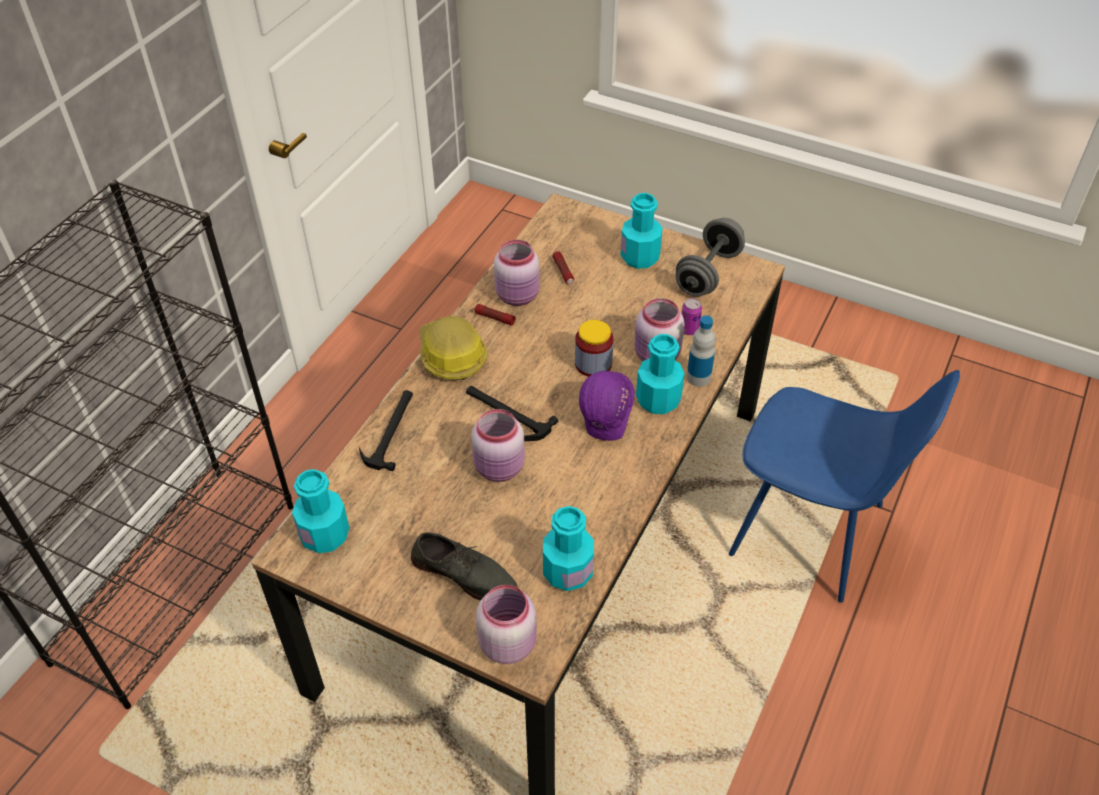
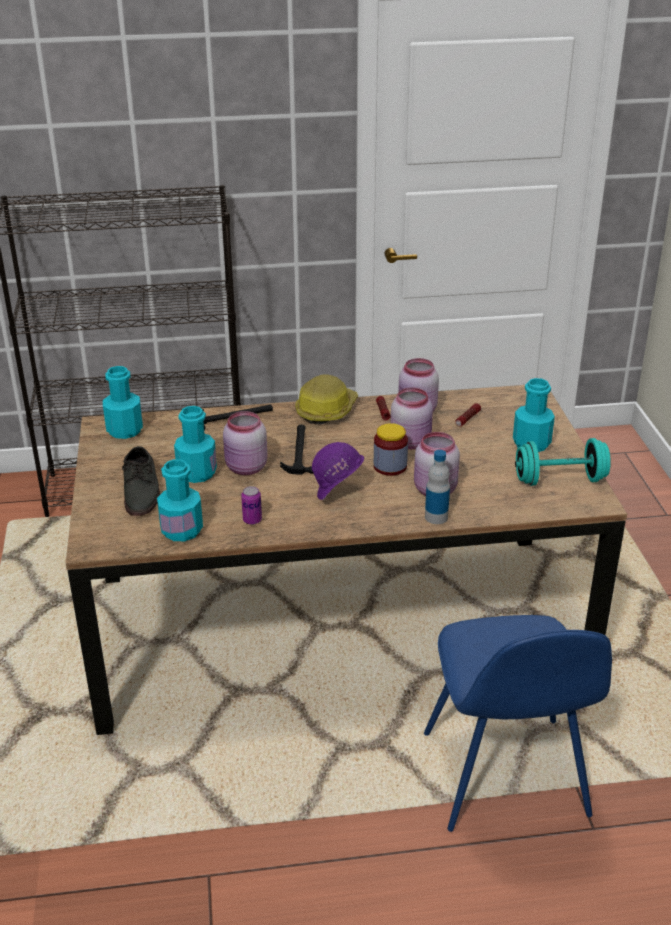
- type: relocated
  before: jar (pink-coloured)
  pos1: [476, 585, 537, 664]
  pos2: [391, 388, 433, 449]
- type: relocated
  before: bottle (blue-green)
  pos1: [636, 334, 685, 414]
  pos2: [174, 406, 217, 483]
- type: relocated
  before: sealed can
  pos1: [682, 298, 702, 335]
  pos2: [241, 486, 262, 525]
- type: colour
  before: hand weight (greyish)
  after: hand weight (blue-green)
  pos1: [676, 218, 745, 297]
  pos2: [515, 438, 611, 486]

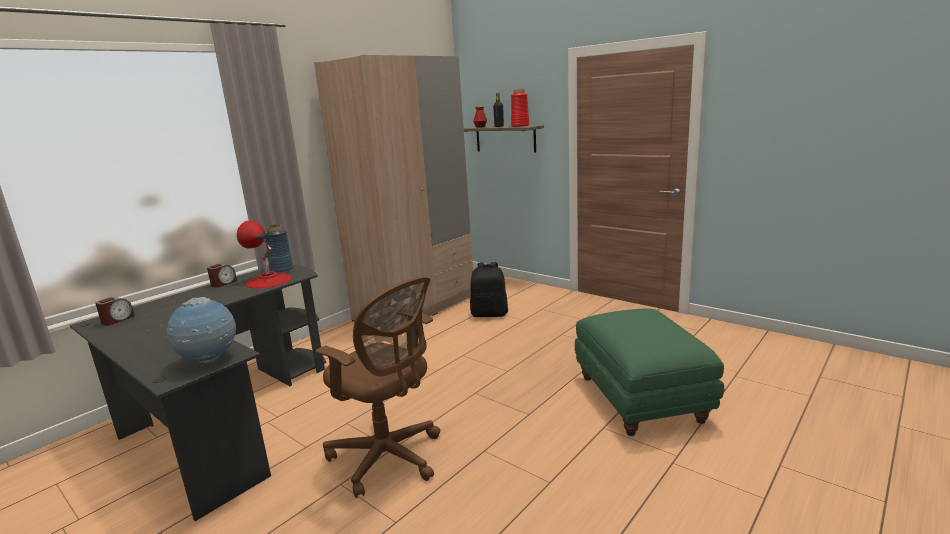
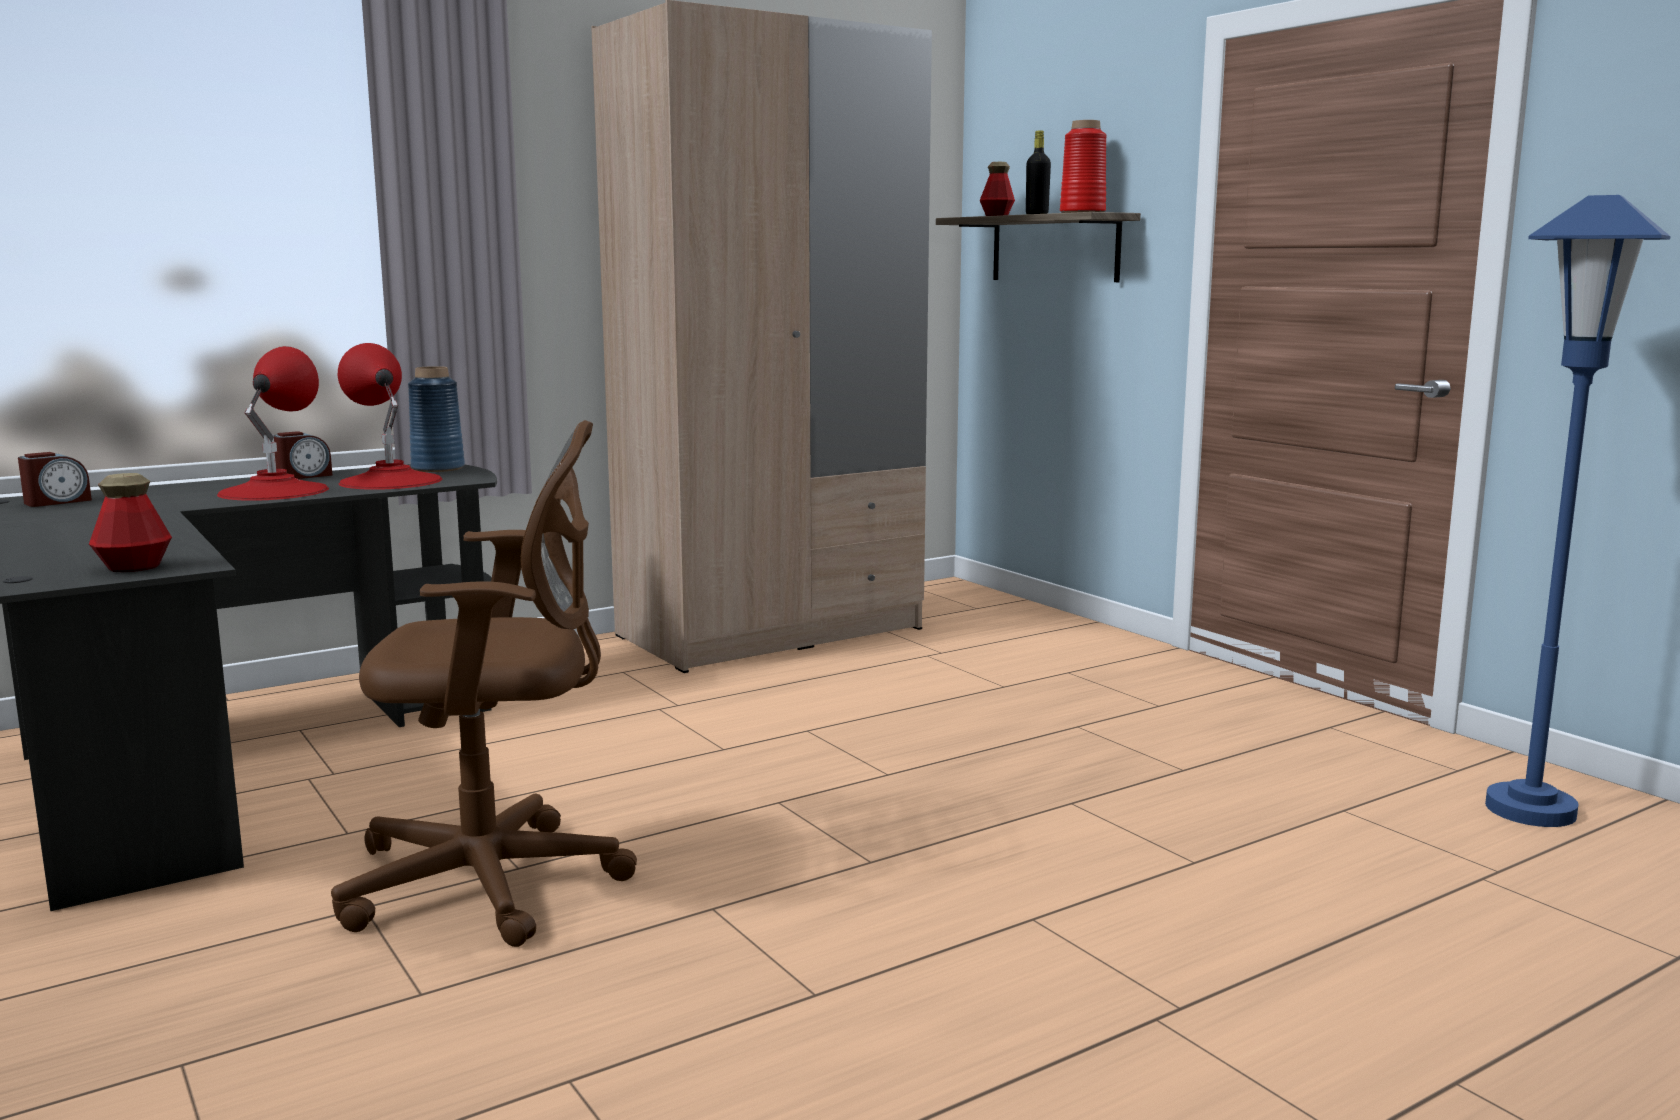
- type: missing
  before: backpack (black-coloured)
  pos1: [470, 262, 508, 317]
- type: missing
  before: footrest (green)
  pos1: [575, 308, 724, 436]
- type: appeared
  after: lamp for a table (reddish)
  pos2: [217, 346, 329, 501]
- type: appeared
  after: floor lamp (blue)
  pos2: [1485, 195, 1671, 827]
- type: exchanged
  before: world globe
  after: bottle
  pos1: [167, 297, 236, 364]
  pos2: [89, 473, 172, 572]
- type: spun
  before: office chair (brown)
  pos1: [316, 276, 440, 498]
  pos2: [331, 420, 637, 947]
  turn: -60

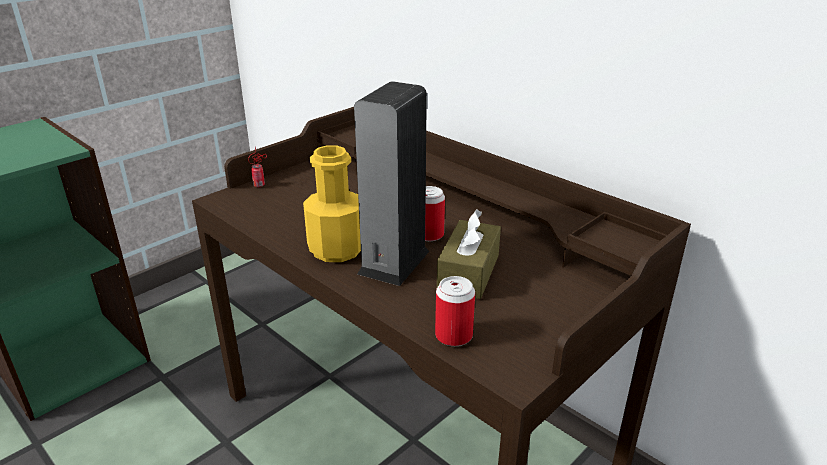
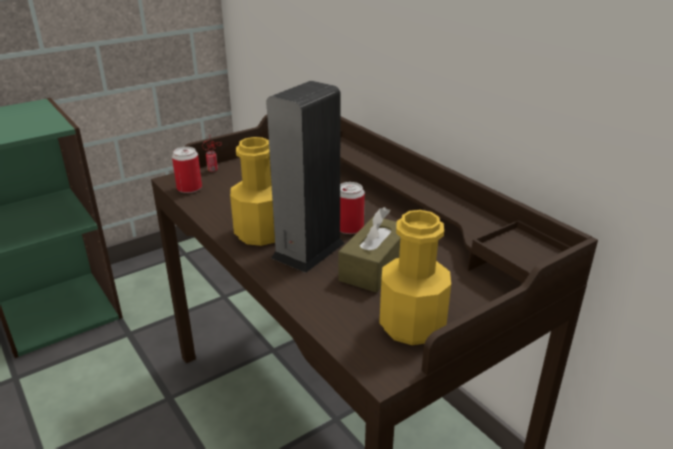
- type: appeared
  after: bottle (yellow)
  pos2: [379, 210, 451, 345]
- type: relocated
  before: sealed can
  pos1: [435, 276, 475, 346]
  pos2: [172, 147, 202, 193]

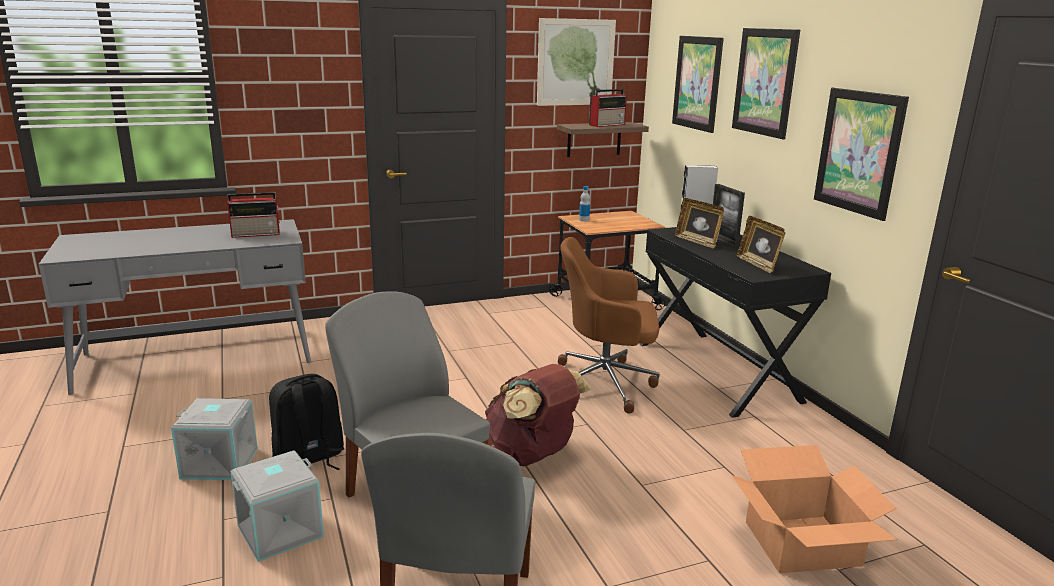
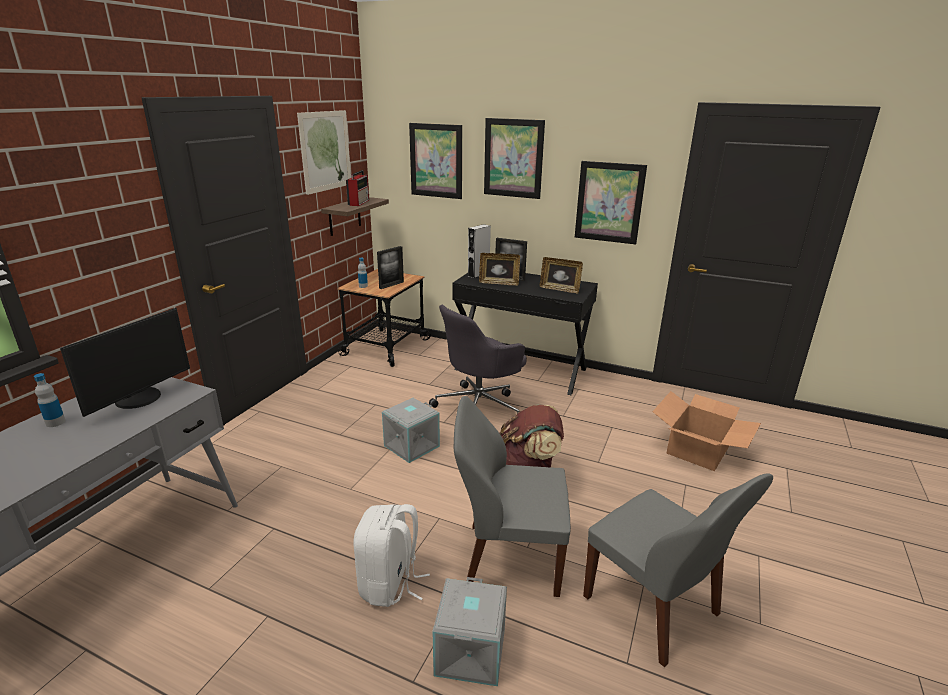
- type: appeared
  after: bottle
  pos2: [34, 373, 66, 427]
- type: appeared
  after: standing frame
  pos2: [377, 246, 404, 289]
- type: relocated
  before: storage bin (greyish)
  pos1: [171, 398, 258, 480]
  pos2: [382, 398, 440, 463]
- type: exchanged
  before: radio receiver
  after: monitor
  pos1: [227, 192, 280, 238]
  pos2: [60, 308, 190, 417]
- type: colour
  before: backpack (black-coloured)
  after: backpack (whitish)
  pos1: [269, 374, 344, 470]
  pos2: [354, 504, 430, 607]
- type: colour
  before: office chair (brown)
  after: office chair (greyish)
  pos1: [558, 237, 660, 414]
  pos2: [429, 305, 527, 413]

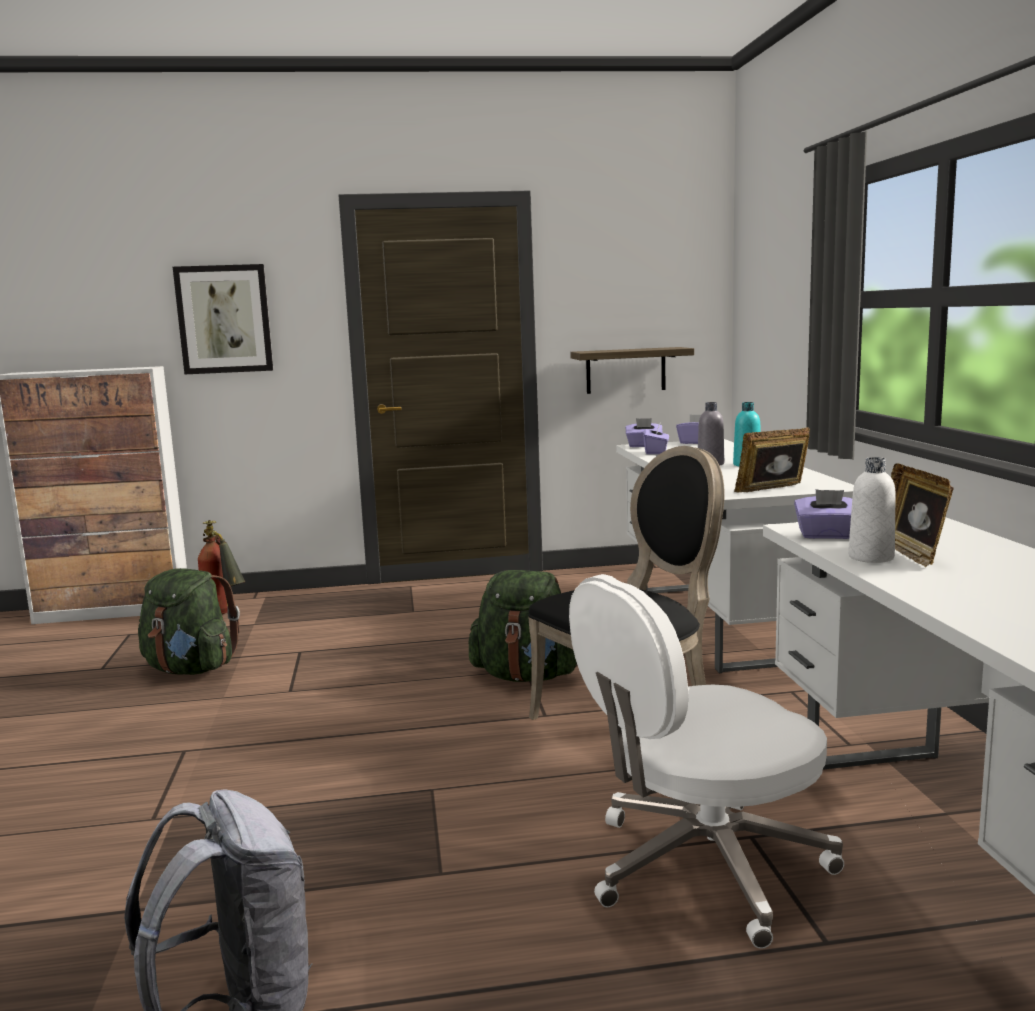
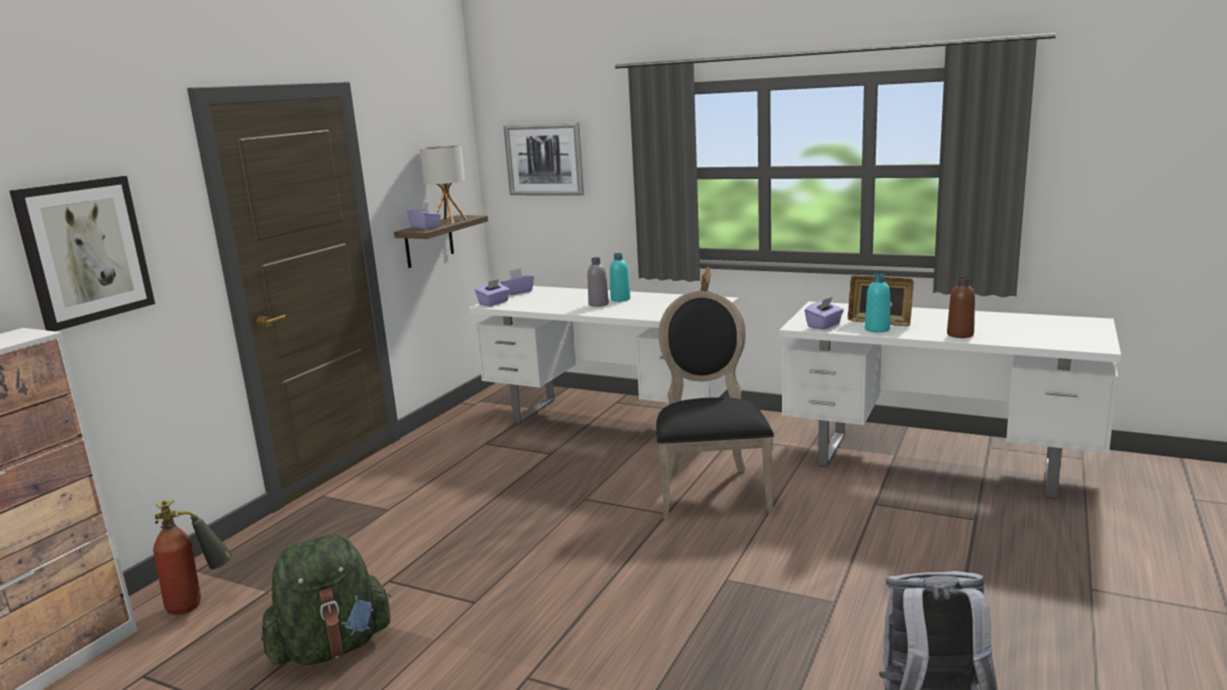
- type: missing
  before: backpack (green)
  pos1: [469, 570, 577, 682]
- type: missing
  before: office chair (whitish)
  pos1: [569, 574, 844, 949]
- type: appeared
  after: lamp for a table
  pos2: [420, 145, 467, 223]
- type: appeared
  after: picture
  pos2: [504, 122, 584, 196]
- type: appeared
  after: bottle (brown)
  pos2: [947, 277, 975, 338]
- type: relocated
  before: box of tissues (purple-coloured)
  pos1: [643, 422, 669, 454]
  pos2: [407, 202, 441, 229]
- type: colour
  before: bottle (whitish)
  after: bottle (blue-green)
  pos1: [848, 457, 896, 563]
  pos2: [865, 274, 890, 333]

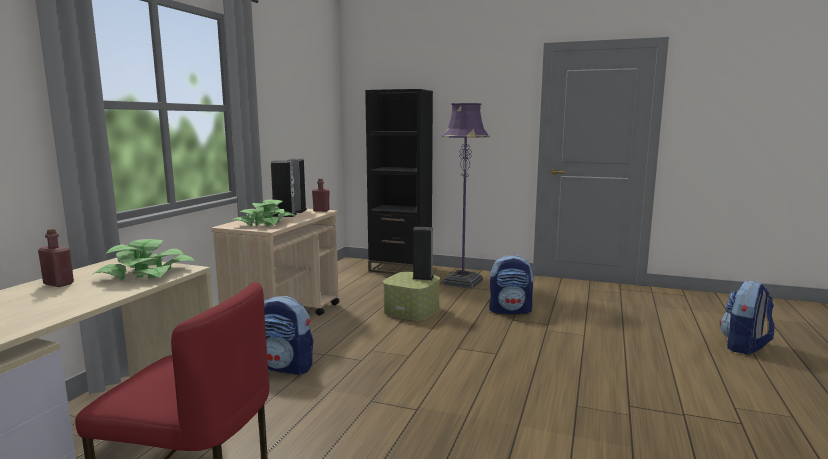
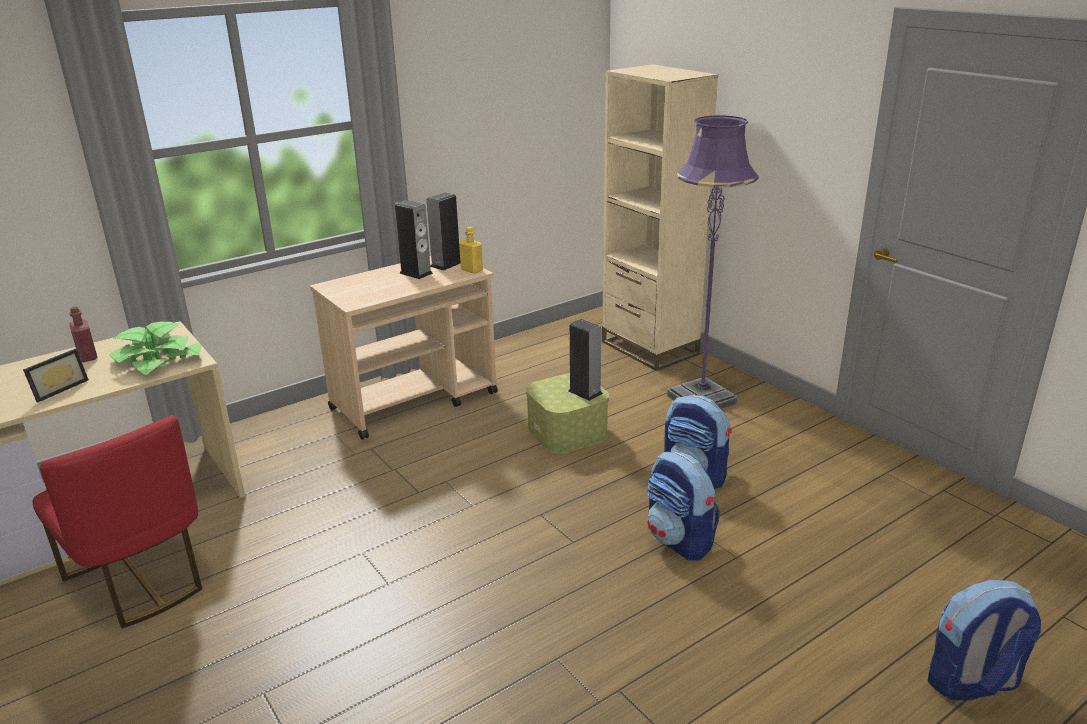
- type: missing
  before: potted plant
  pos1: [232, 199, 297, 226]
- type: appeared
  after: standing frame
  pos2: [23, 348, 89, 403]
- type: relocated
  before: backpack
  pos1: [264, 296, 313, 375]
  pos2: [647, 452, 720, 561]
- type: colour
  before: bottle (reddish)
  after: bottle (yellow)
  pos1: [312, 179, 330, 212]
  pos2: [459, 227, 483, 274]
- type: colour
  before: bookshelf (black-coloured)
  after: bookshelf (sand-coloured)
  pos1: [365, 89, 433, 274]
  pos2: [602, 64, 718, 371]

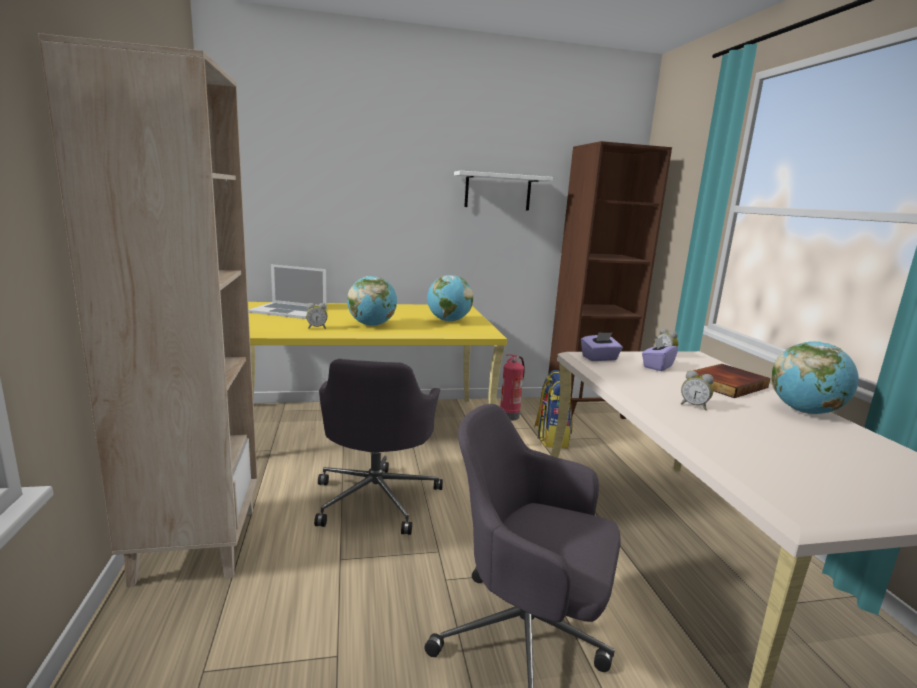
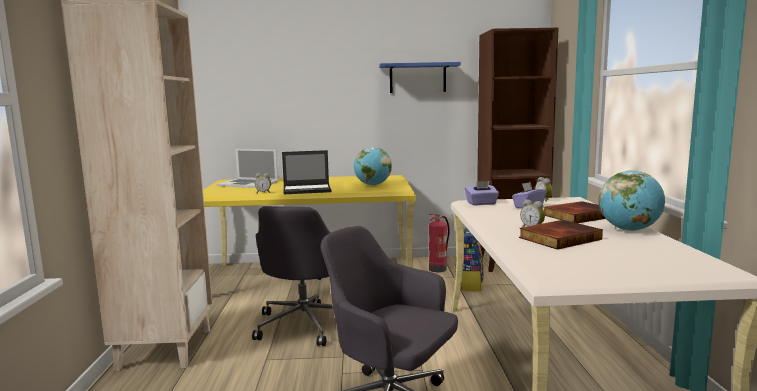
- type: appeared
  after: volume
  pos2: [519, 220, 603, 250]
- type: exchanged
  before: world globe
  after: notebook computer
  pos1: [347, 276, 397, 326]
  pos2: [282, 150, 332, 194]
- type: colour
  before: bracket shelf (whitish)
  after: bracket shelf (blue)
  pos1: [454, 171, 553, 211]
  pos2: [379, 62, 461, 93]

